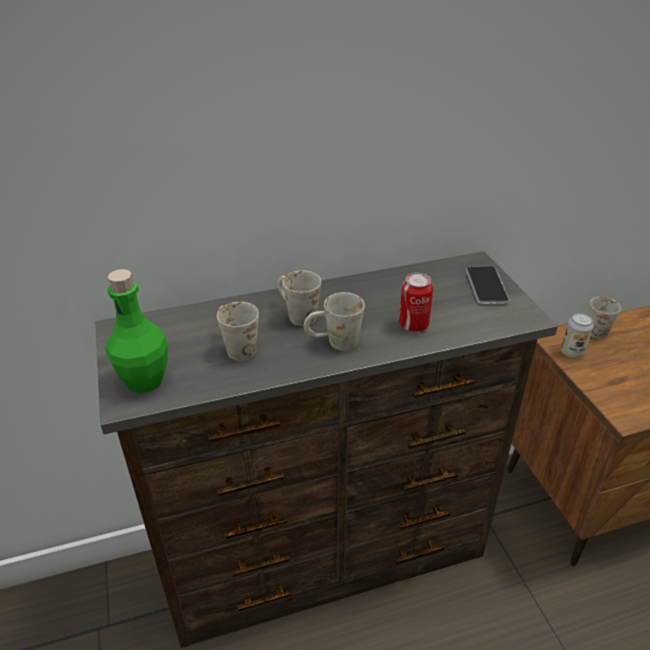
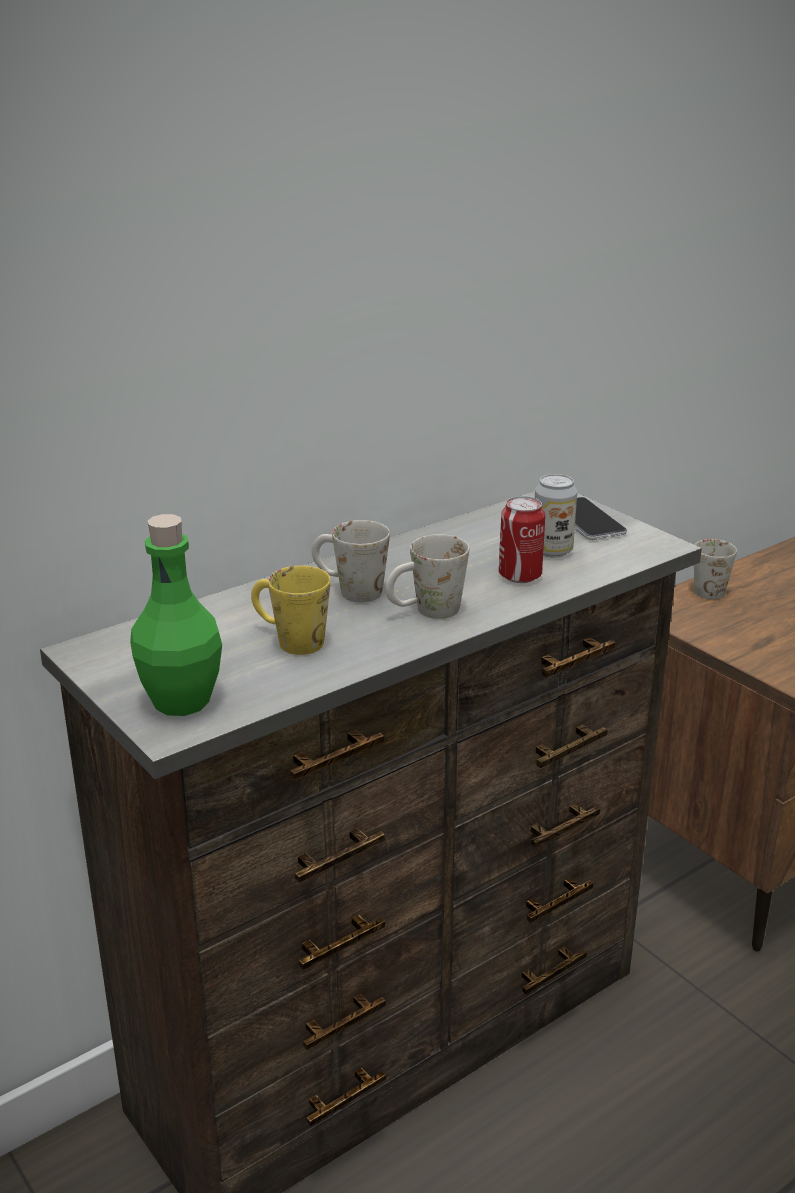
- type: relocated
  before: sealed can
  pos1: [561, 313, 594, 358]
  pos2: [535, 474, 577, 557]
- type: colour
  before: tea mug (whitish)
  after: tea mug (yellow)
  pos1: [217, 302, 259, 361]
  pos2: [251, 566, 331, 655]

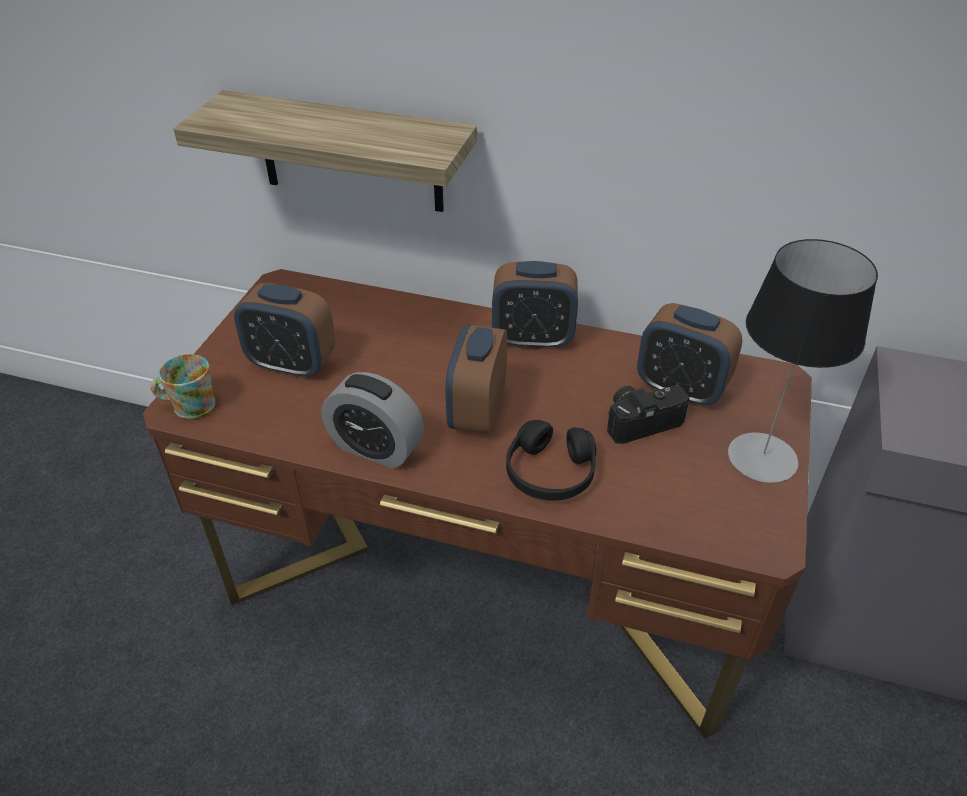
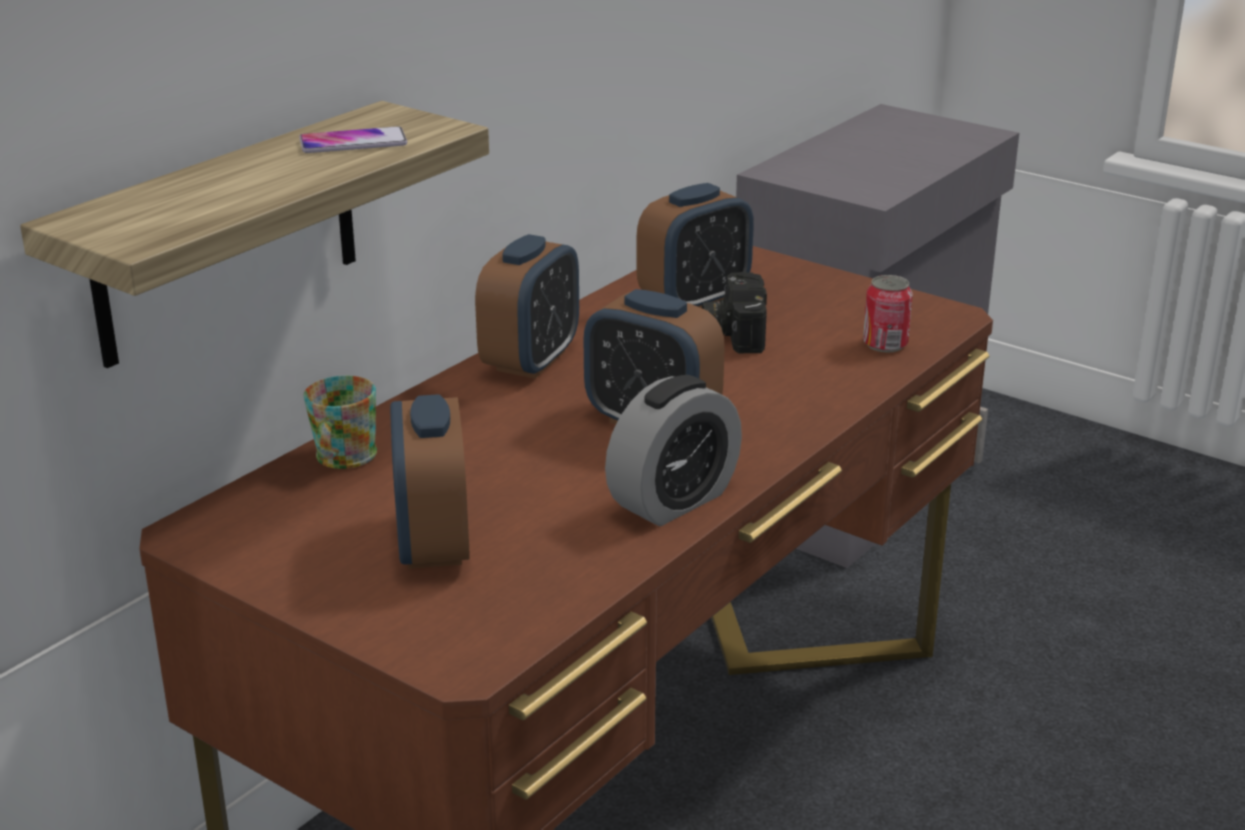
- type: missing
  before: headphones (black-coloured)
  pos1: [506, 420, 596, 501]
- type: missing
  before: lamp for a table
  pos1: [728, 239, 878, 483]
- type: appeared
  after: telephone
  pos2: [299, 126, 407, 153]
- type: appeared
  after: sealed can
  pos2: [863, 275, 912, 353]
- type: relocated
  before: tea mug
  pos1: [151, 354, 216, 419]
  pos2: [303, 376, 377, 469]
- type: spun
  before: table clock
  pos1: [234, 283, 336, 379]
  pos2: [390, 394, 470, 569]
  turn: 135

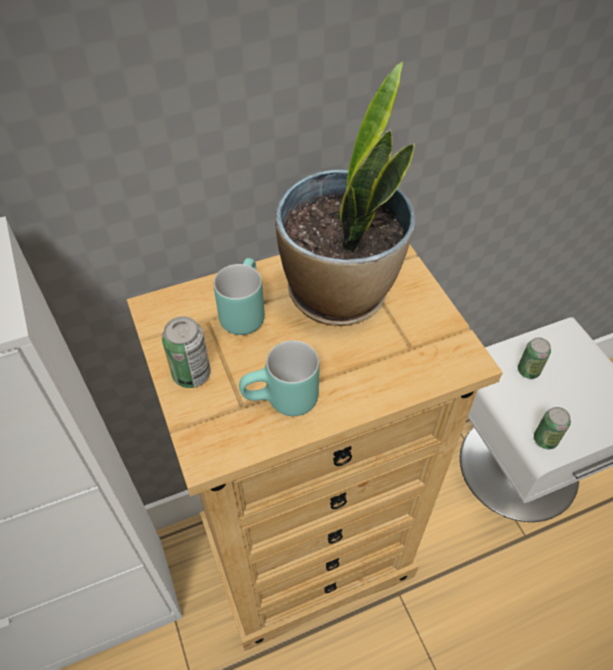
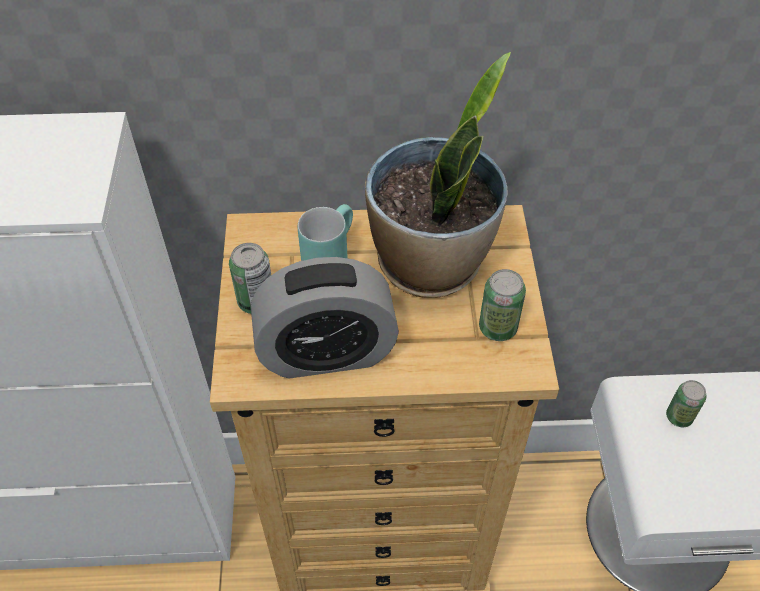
- type: relocated
  before: sealed can
  pos1: [534, 407, 571, 449]
  pos2: [479, 269, 526, 341]
- type: exchanged
  before: tea mug (blue-green)
  after: table clock
  pos1: [239, 340, 319, 416]
  pos2: [251, 257, 399, 378]

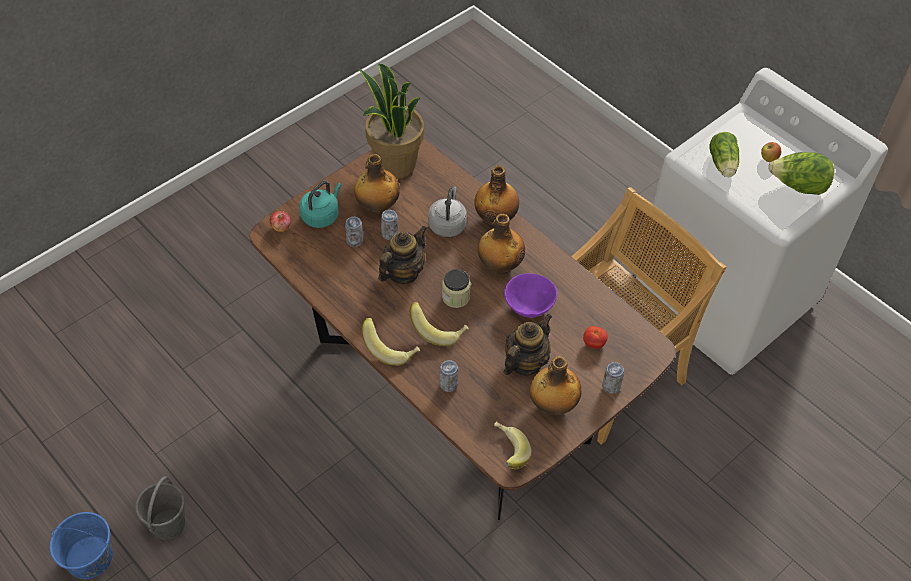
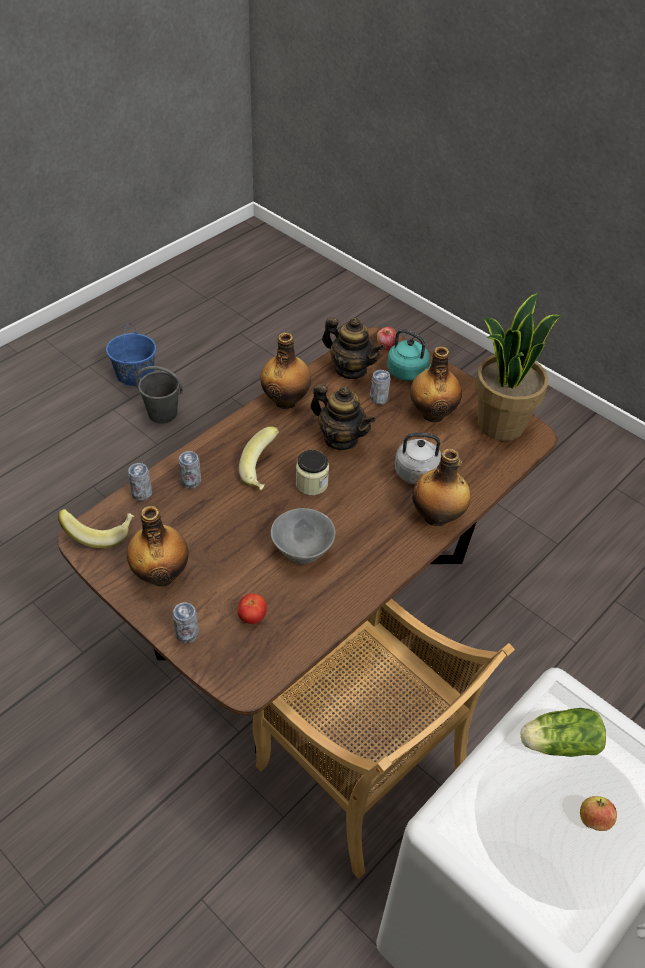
- type: missing
  before: banana
  pos1: [362, 318, 420, 366]
- type: missing
  before: head of lettuce
  pos1: [768, 152, 834, 195]
- type: relocated
  before: sealed can
  pos1: [381, 210, 398, 240]
  pos2: [128, 463, 152, 501]
- type: relocated
  before: bottle
  pos1: [478, 214, 525, 274]
  pos2: [260, 332, 311, 409]
- type: relocated
  before: teapot
  pos1: [504, 314, 552, 375]
  pos2: [322, 317, 384, 379]
- type: colour
  before: deep dish (purple-coloured)
  after: deep dish (greyish)
  pos1: [504, 273, 557, 318]
  pos2: [271, 508, 335, 564]

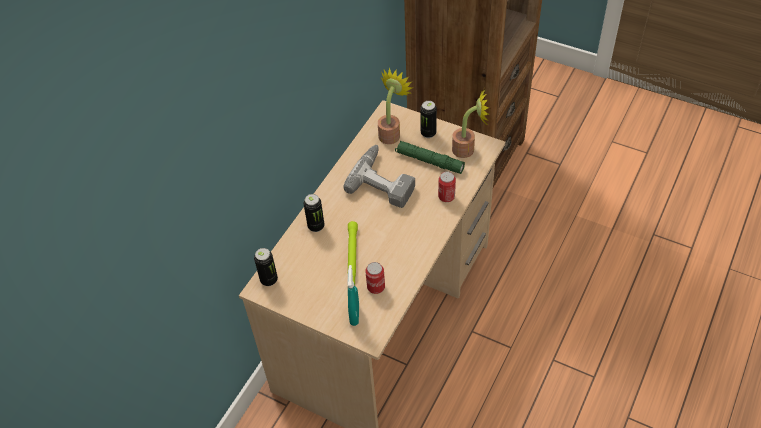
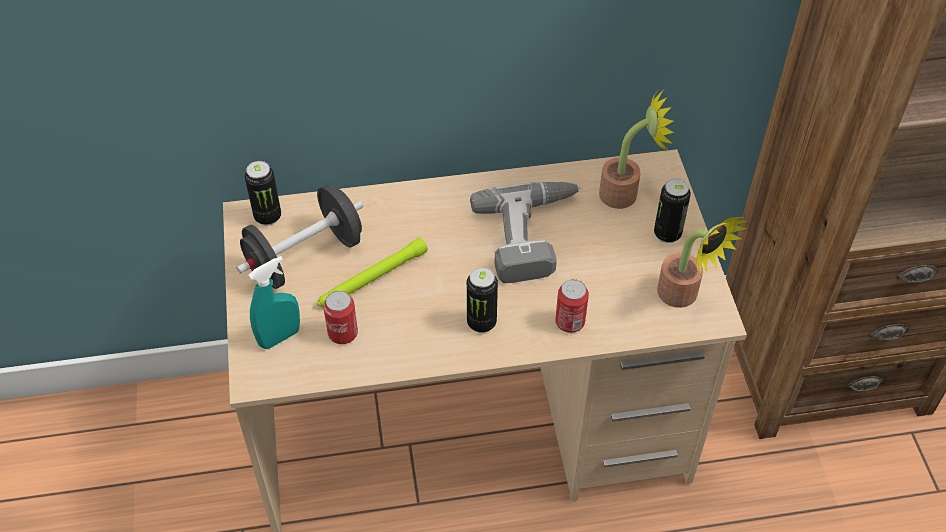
- type: missing
  before: torch (green)
  pos1: [395, 141, 465, 174]
- type: appeared
  after: hand weight (black-coloured)
  pos2: [237, 184, 363, 289]
- type: relocated
  before: sealed can
  pos1: [304, 194, 325, 232]
  pos2: [467, 267, 498, 333]

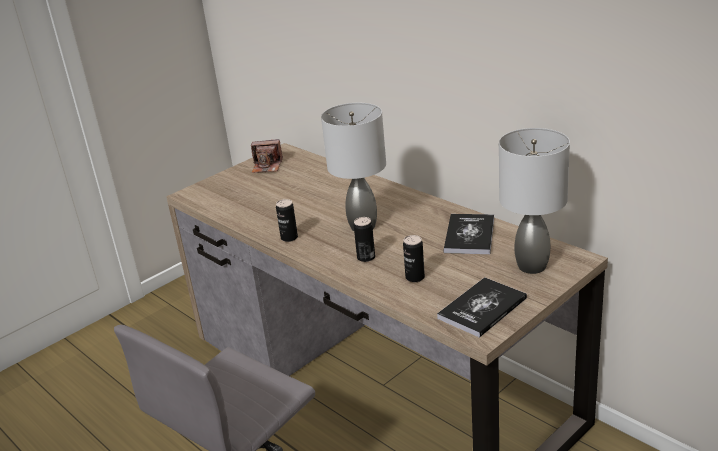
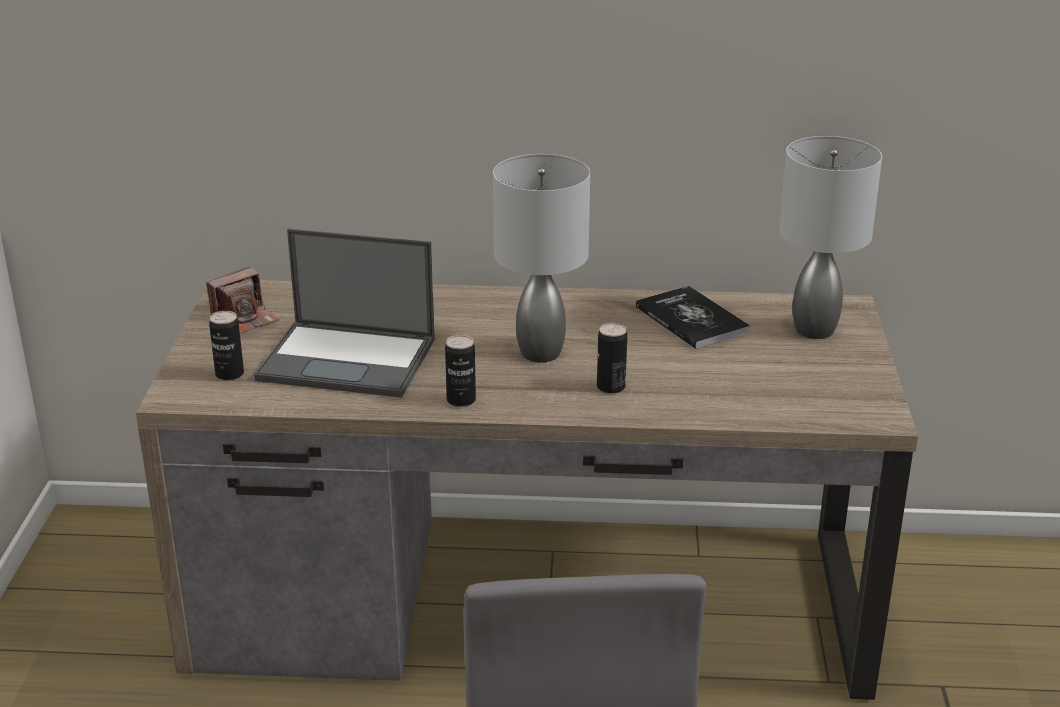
- type: missing
  before: volume
  pos1: [437, 277, 527, 338]
- type: appeared
  after: notebook computer
  pos2: [254, 229, 435, 398]
- type: relocated
  before: sealed can
  pos1: [403, 235, 425, 282]
  pos2: [209, 311, 244, 381]

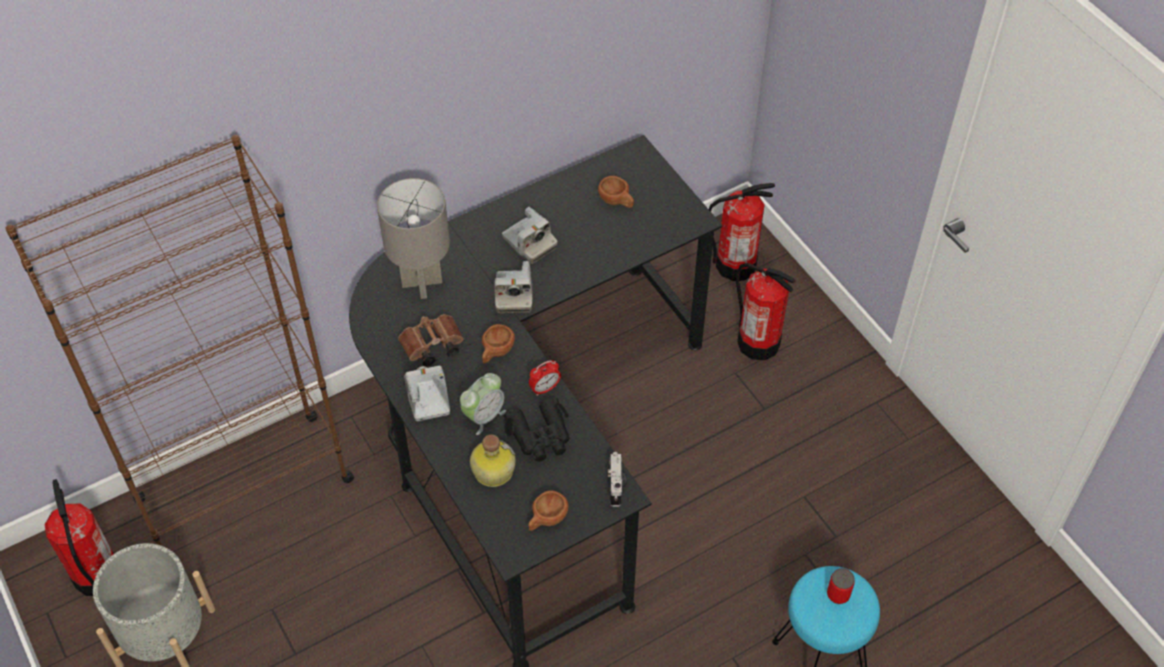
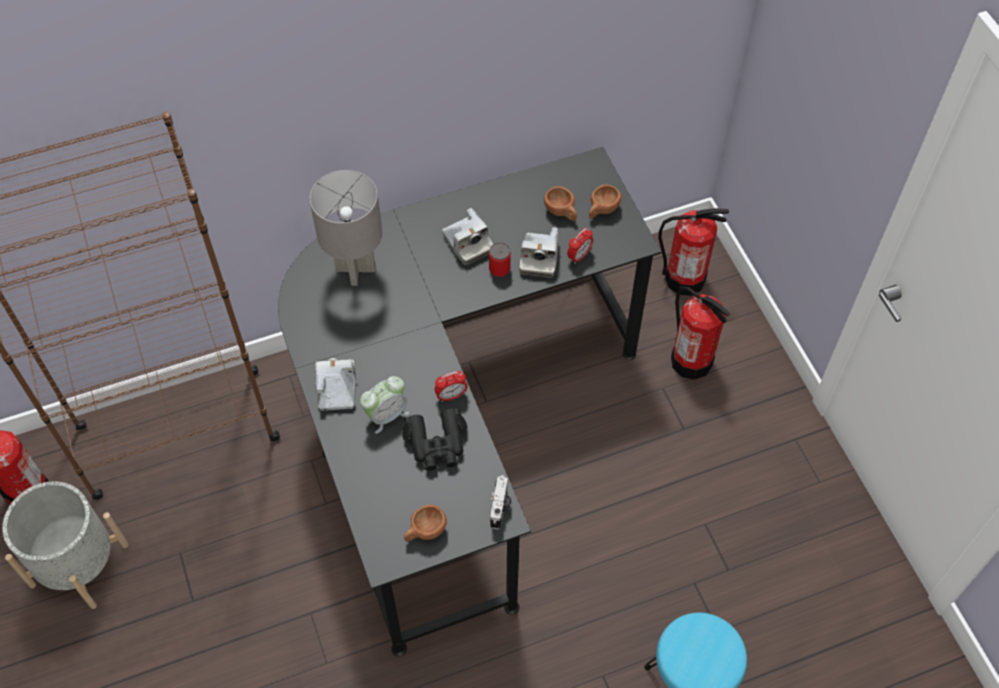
- type: missing
  before: binoculars (brown)
  pos1: [398, 314, 463, 366]
- type: missing
  before: bottle
  pos1: [470, 435, 516, 487]
- type: appeared
  after: table clock
  pos2: [567, 228, 593, 264]
- type: relocated
  before: small cup (brown)
  pos1: [482, 324, 515, 364]
  pos2: [589, 184, 621, 219]
- type: relocated
  before: still camera
  pos1: [495, 261, 533, 313]
  pos2: [519, 227, 559, 278]
- type: relocated
  before: sealed can
  pos1: [827, 568, 855, 604]
  pos2: [489, 242, 511, 277]

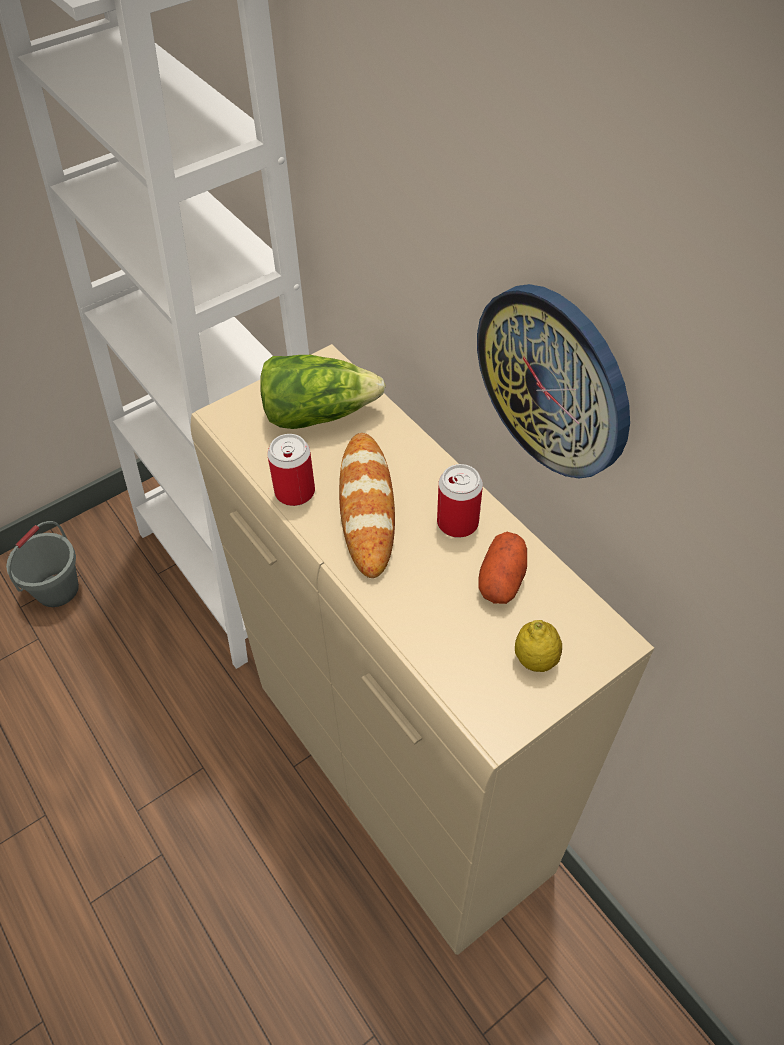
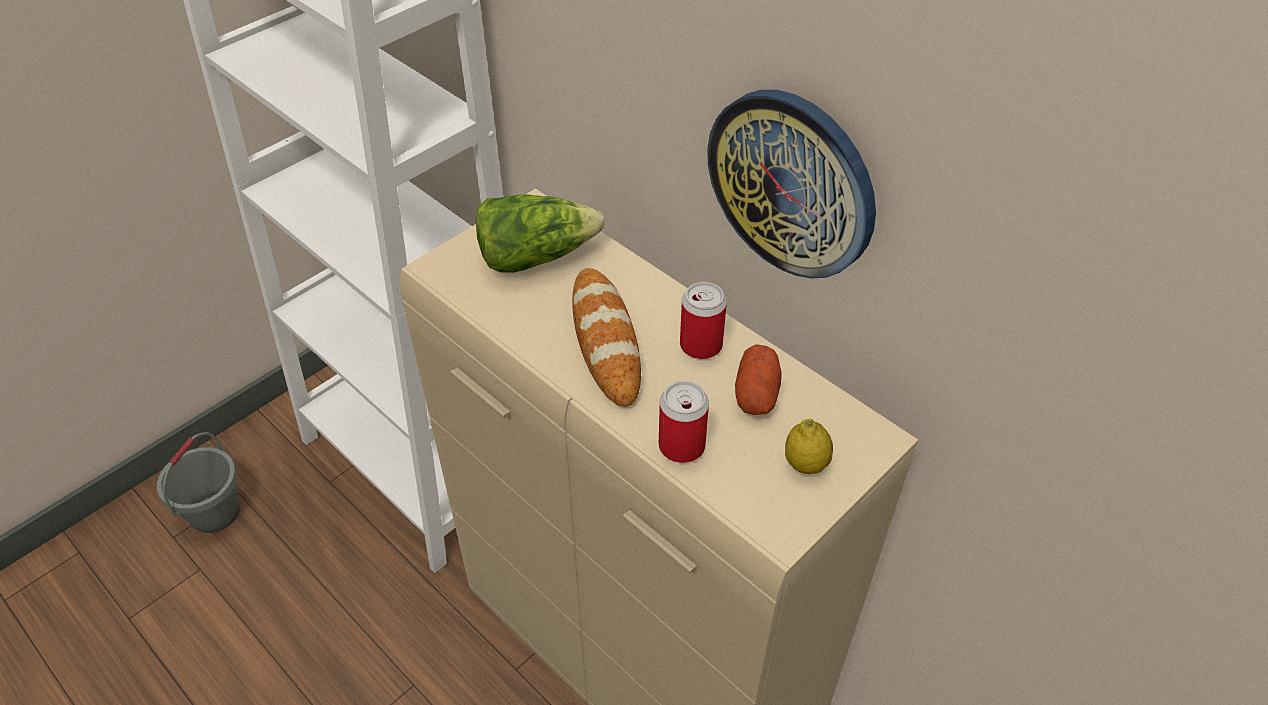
- type: relocated
  before: sealed can
  pos1: [267, 434, 315, 506]
  pos2: [659, 381, 709, 463]

